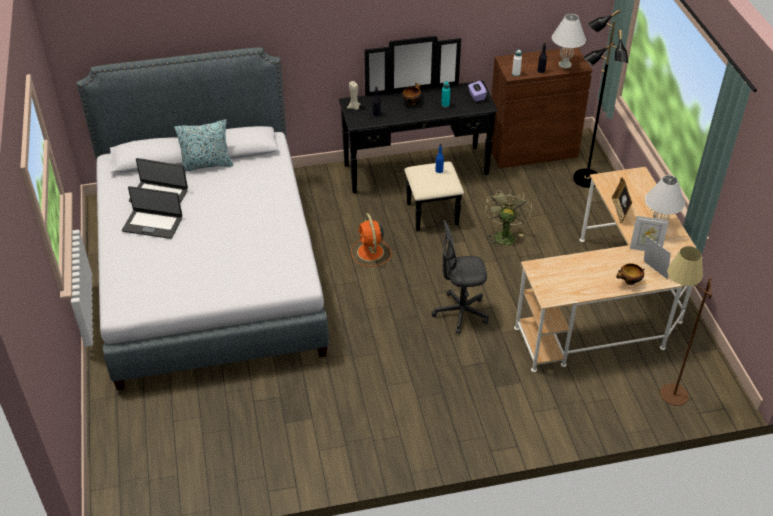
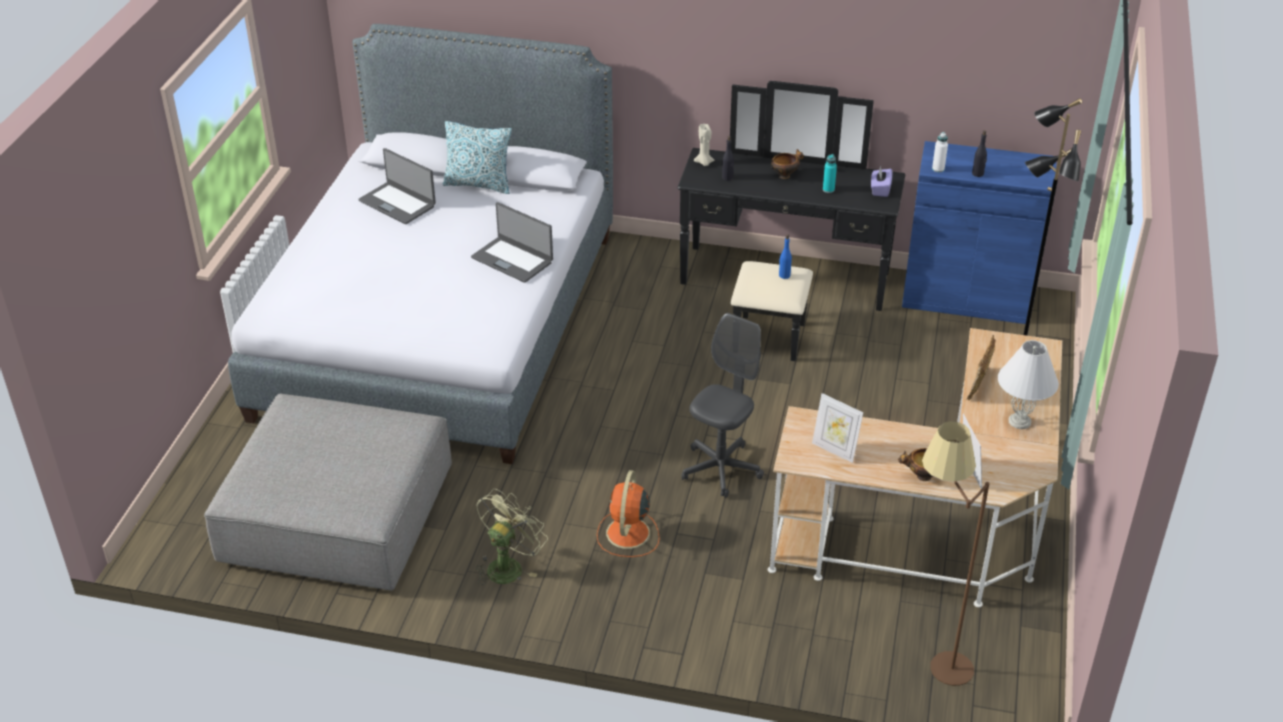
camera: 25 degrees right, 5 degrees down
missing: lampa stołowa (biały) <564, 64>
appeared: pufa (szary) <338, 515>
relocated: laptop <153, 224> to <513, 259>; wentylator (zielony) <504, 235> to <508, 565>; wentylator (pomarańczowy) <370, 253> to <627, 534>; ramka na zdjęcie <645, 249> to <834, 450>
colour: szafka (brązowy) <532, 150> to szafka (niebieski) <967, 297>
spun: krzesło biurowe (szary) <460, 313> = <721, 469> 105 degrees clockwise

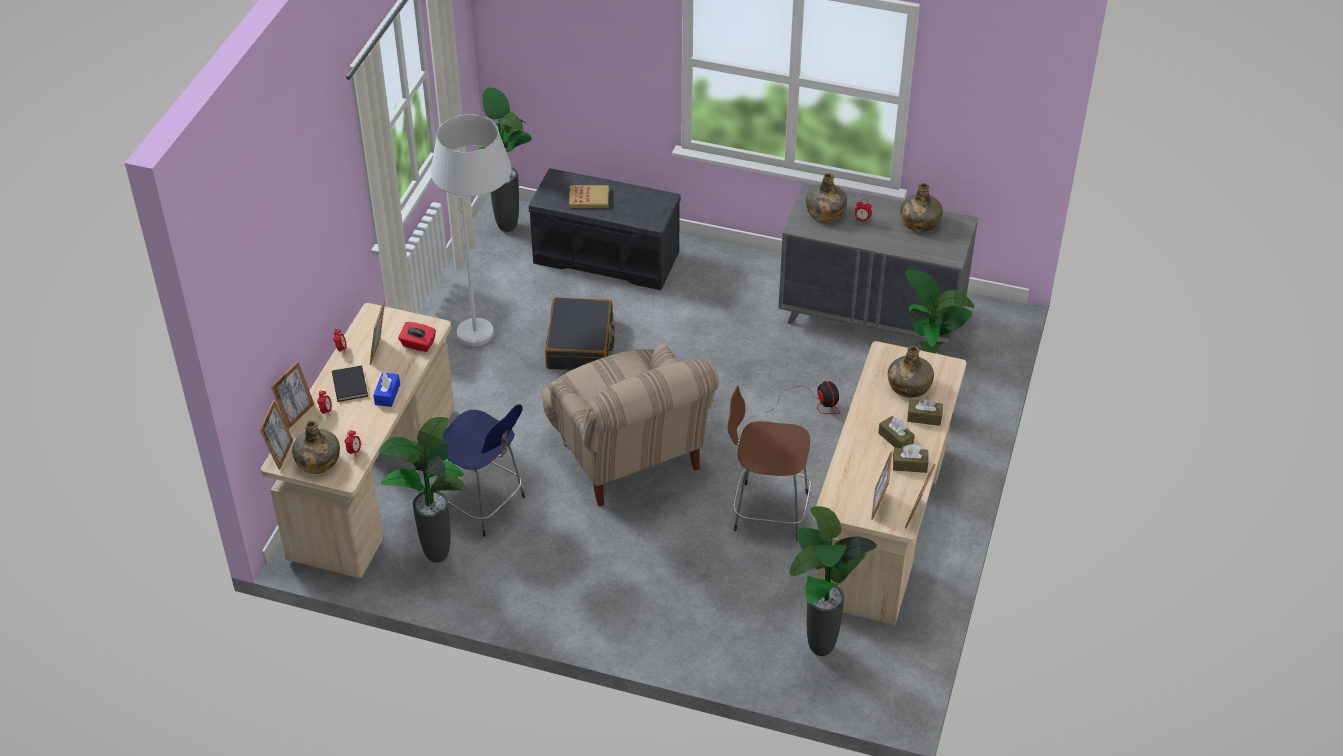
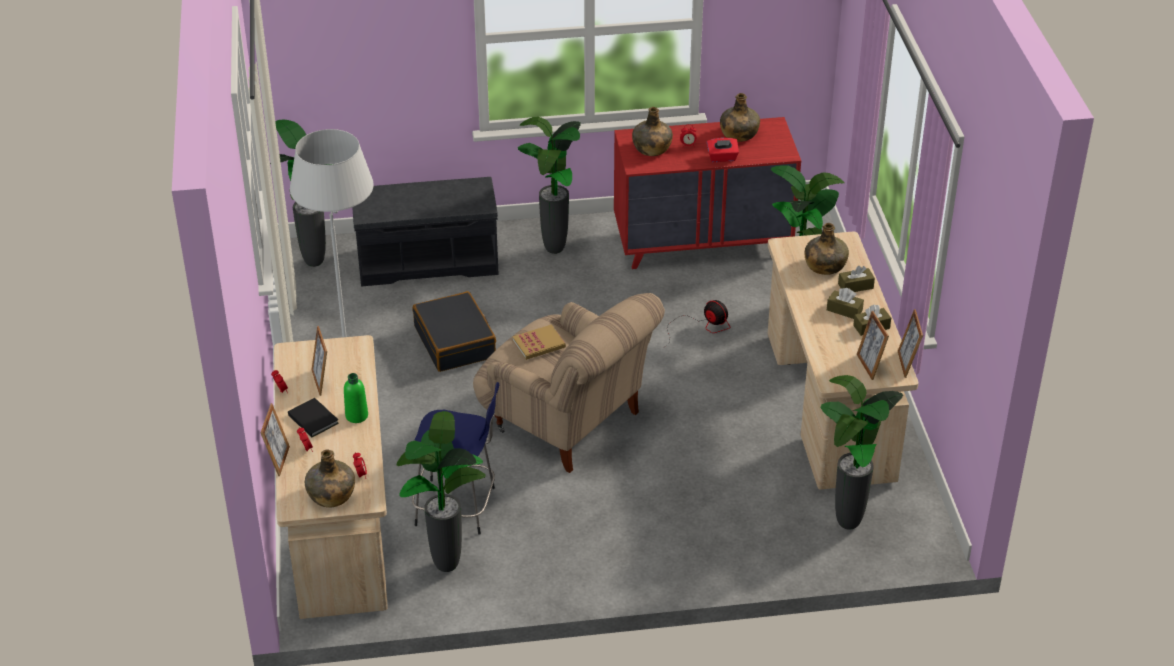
camera: 25 degrees left, 5 degrees down
missing: stołek (brązowy) <767, 511>; ramka na zdjęcie <280, 453>
appeared: roślina doniczkowa <555, 251>
relocated: książka <589, 198> to <539, 344>; pudełko chusteczek (czerwony) <418, 344> to <722, 158>
exchanged: pudełko chusteczek (niebieski) <387, 394> to butelka (zielony) <356, 416>
colour: komoda (szary) <872, 318> to komoda (czerwony) <703, 243>

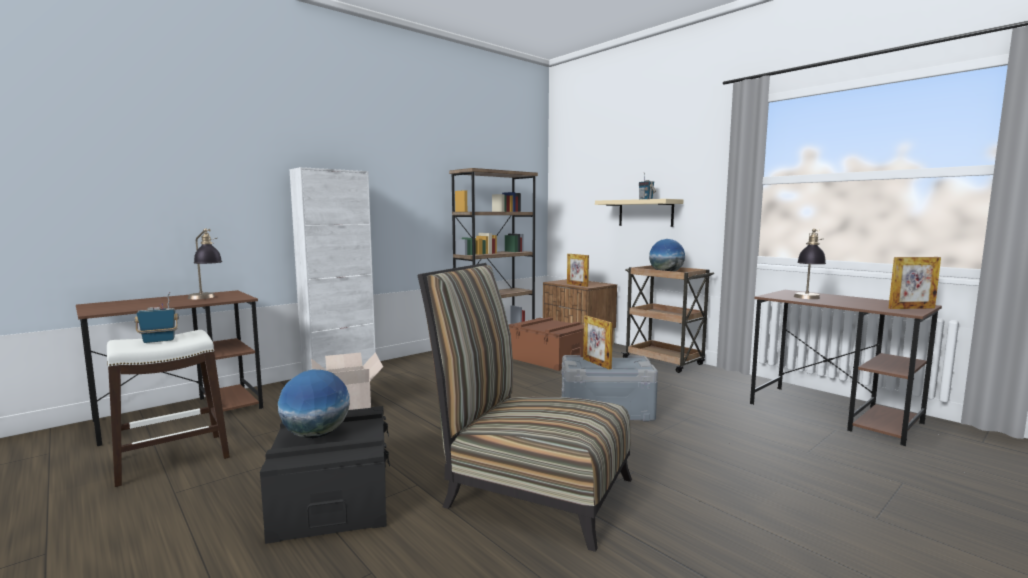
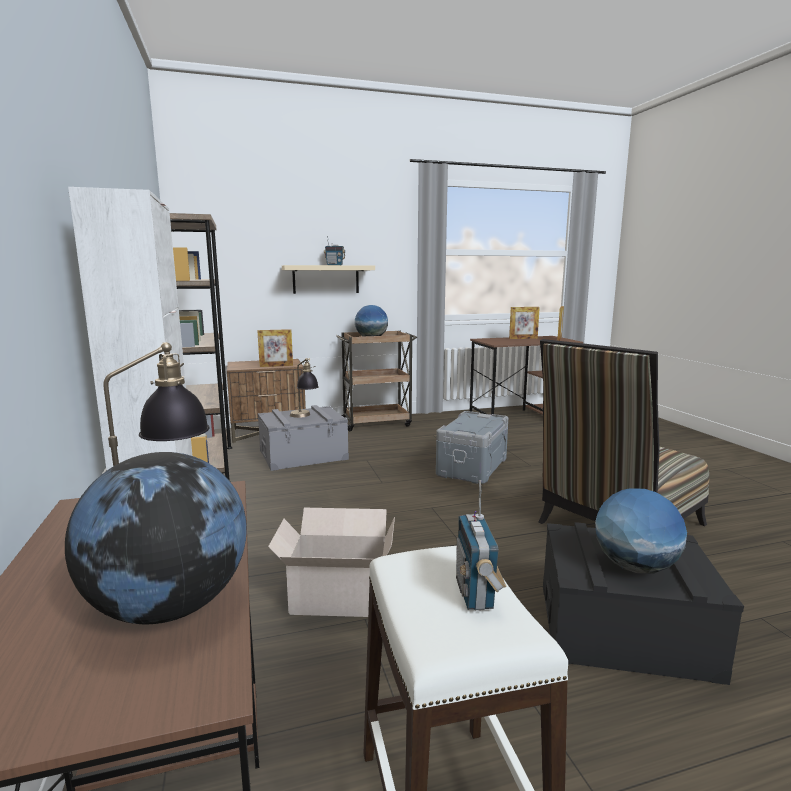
camera: 65 degrees left, 5 degrees up
appeared: globus <169, 607>
relocated: lampa stołowa <807, 298> to <304, 416>; ramka na zdjęcie <596, 363> to <523, 338>
colour: pojemnik do przechowywania (brązowy) <548, 358> to pojemnik do przechowywania (szary) <303, 455>

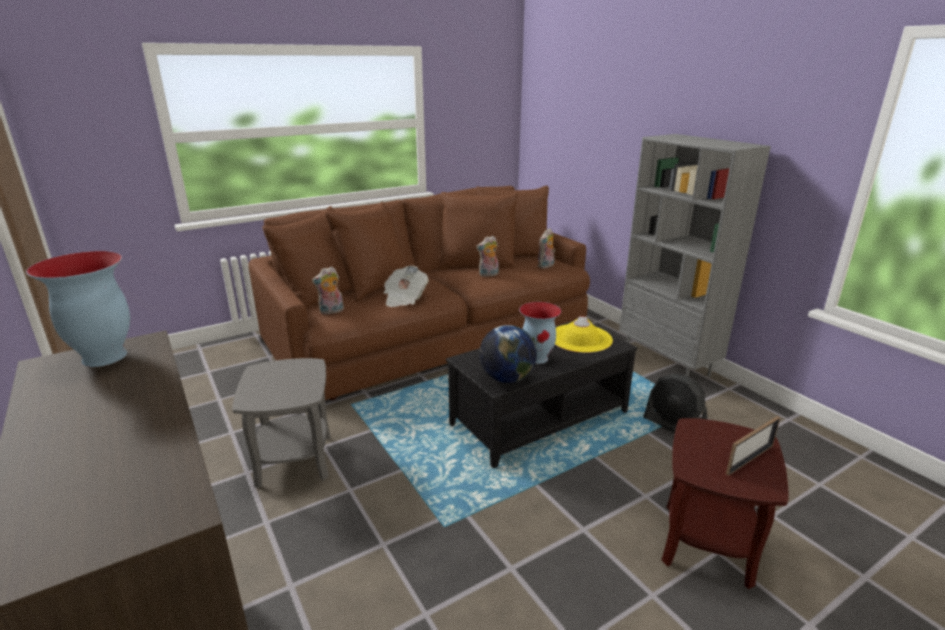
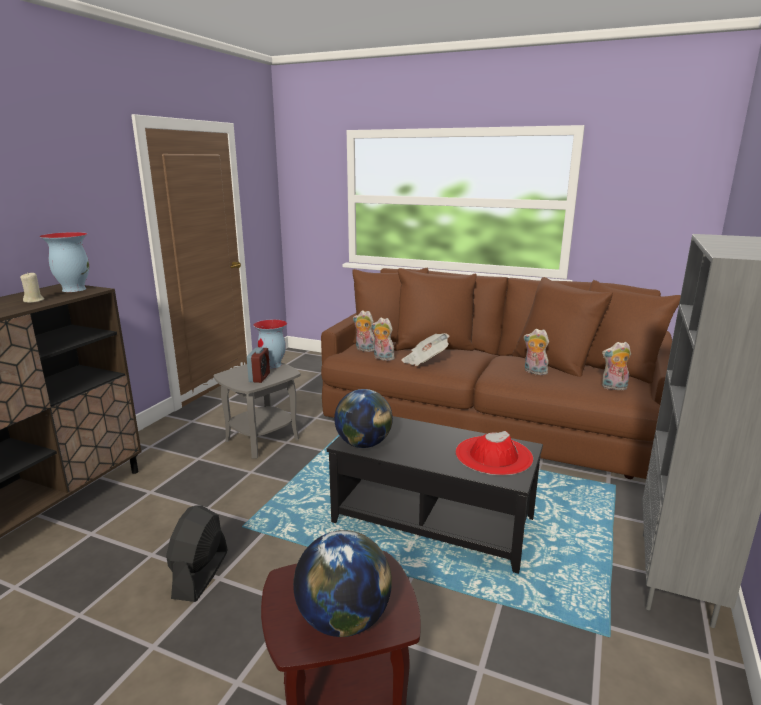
camera: 55 degrees right, 5 degrees down
appeared: świeca (beżowy) <34, 301>; pluszak <382, 358>; budzik <259, 377>
relocated: wazon <538, 358> to <273, 365>; wentylator (czarny) <674, 426> to <200, 574>
exchanged: ramka na zdjęcie <749, 459> to globus <344, 620>
colour: kapelusz (żółty) <580, 338> to kapelusz (czerwony) <493, 455>

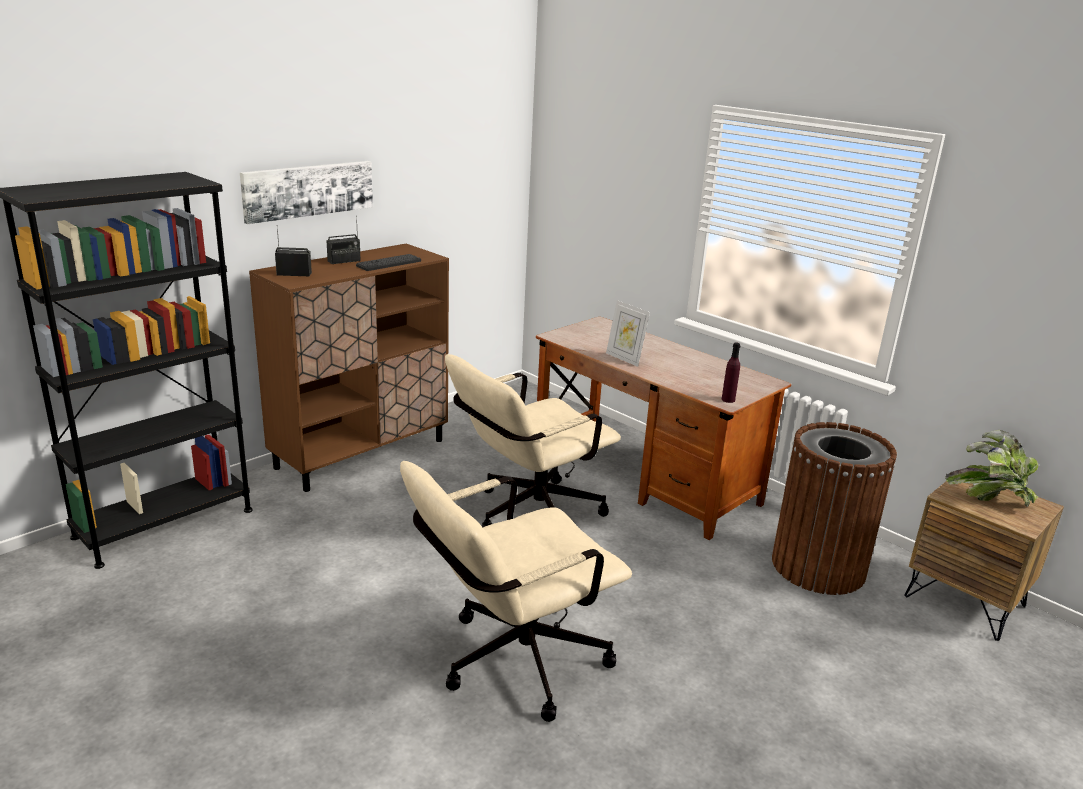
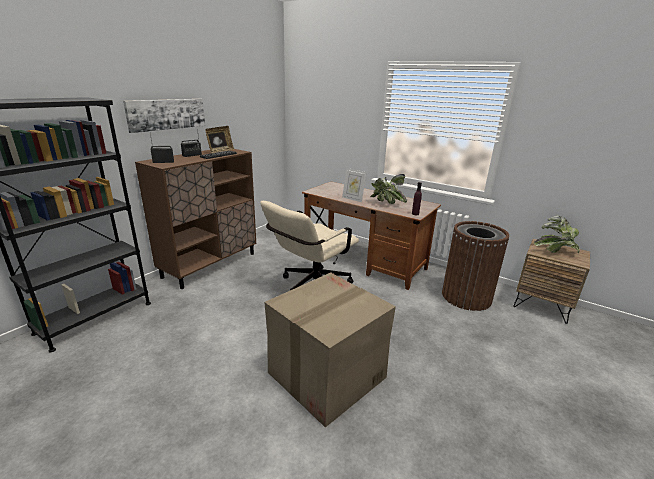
camera: 10 degrees left, 0 degrees up
appeared: ramka na zdjęcie <220, 151>; roślina doniczkowa <386, 204>
exchanged: krzesło biurowe (beżowy) <510, 663> to karton <326, 375>

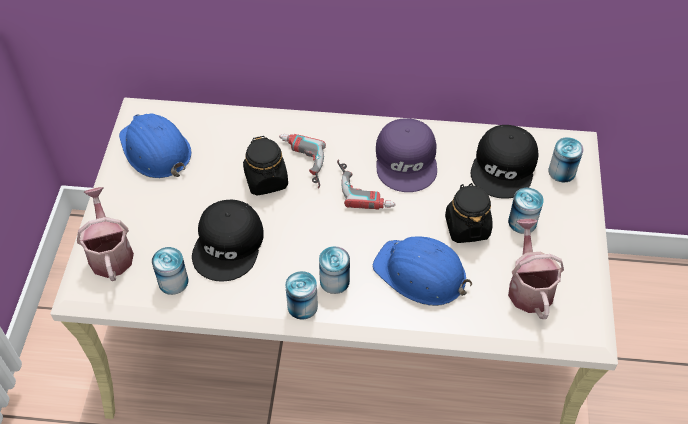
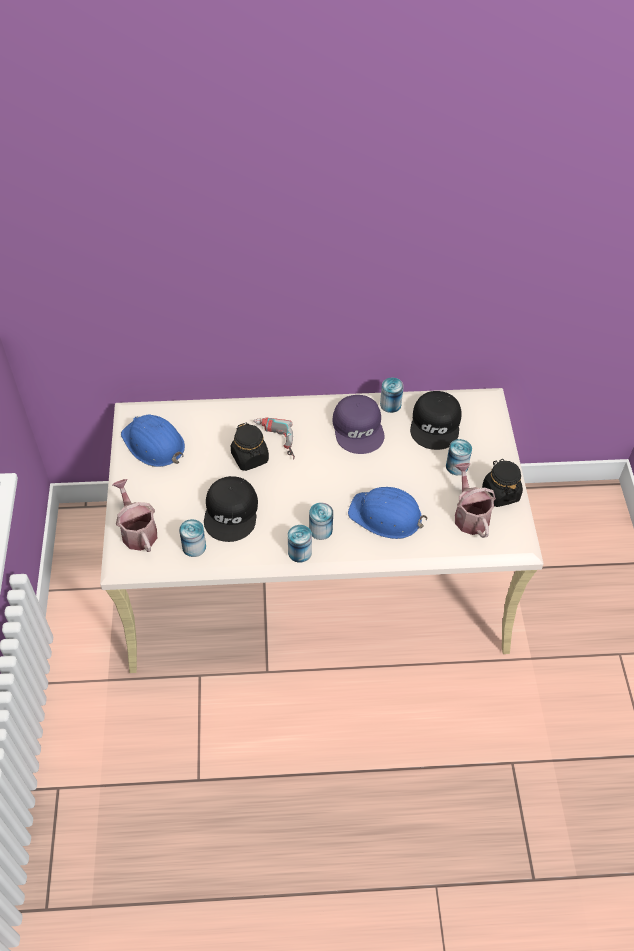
camera: 10 degrees left, 0 degrees up
missing: wiertarka <365, 187>
relocated: puszka <562, 171> to <390, 404>; słoik (czarny) <467, 227> to <500, 493>

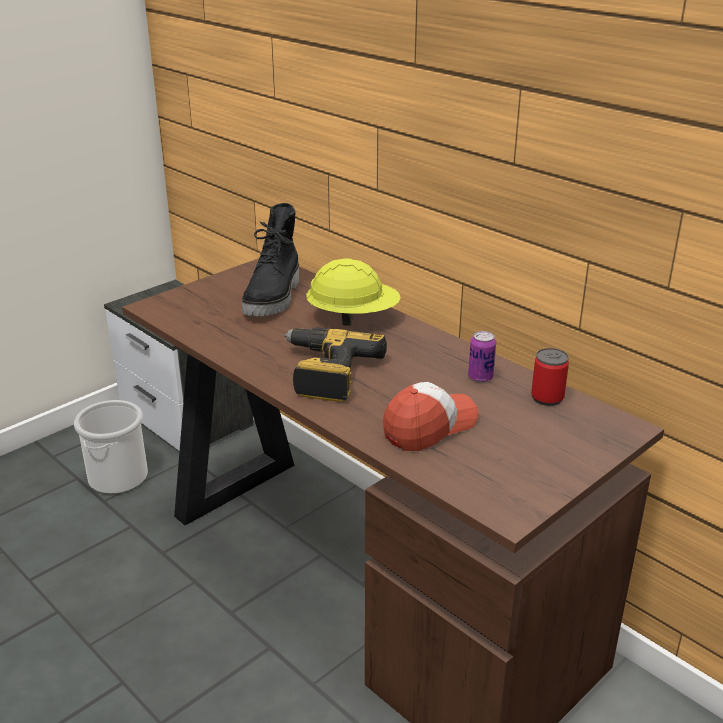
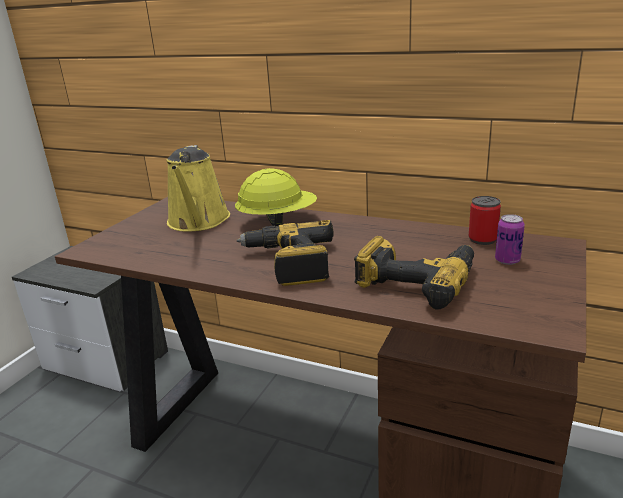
camera: 20 degrees left, 5 degrees down
missing: wiadro <118, 477>
relocated: puszka <480, 377> to <507, 260>
exchanged: but z cholewką (czarny) <274, 298> to konewka (żółty) <198, 222>; czapka z daszkiem <429, 427> to wiertarka <416, 281>

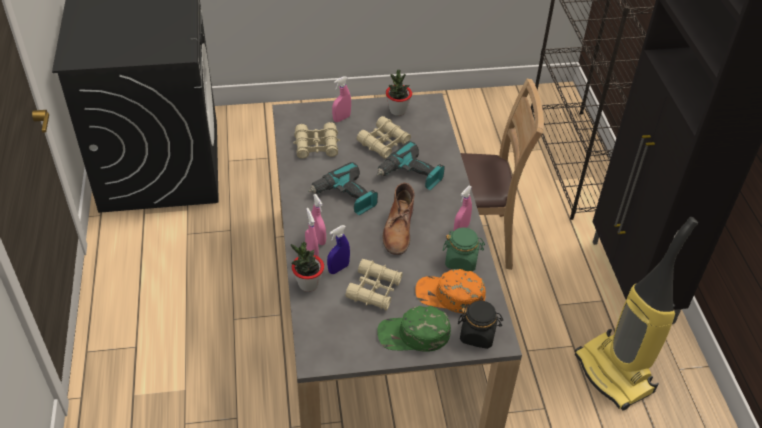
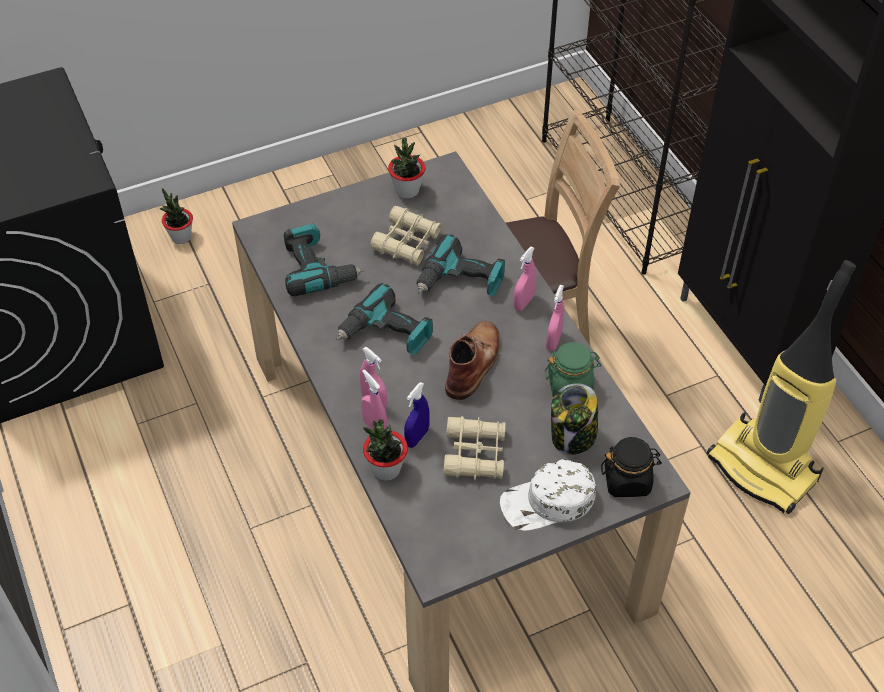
camera: 15 degrees left, 5 degrees up
appeared: roślina doniczkowa <181, 237>
relocated: spryskiwacz (różowy) <341, 118> to <523, 302>
exchanged: lornetka (beżowy) <316, 146> to wiertarka <318, 268>; czapka z daszkiem (pomarańczowy) <449, 295> to słoik <573, 436>
colour: czapka z daszkiem (zielony) <413, 335> to czapka z daszkiem (biały) <548, 502>
spun: but z cholewką (brązowy) <398, 229> = <474, 362> 150 degrees counterclockwise

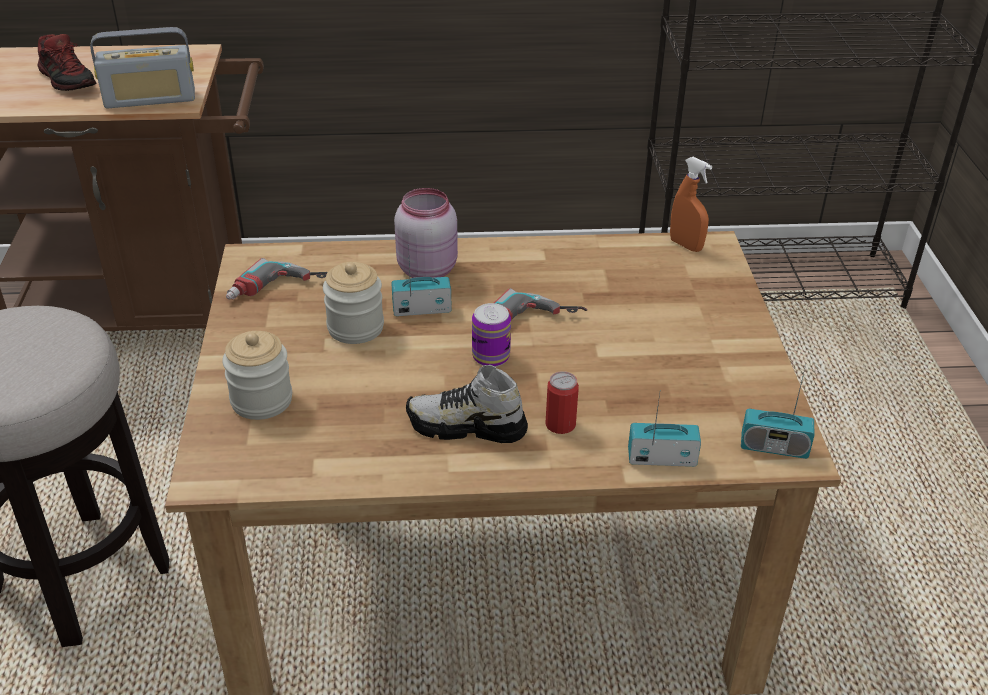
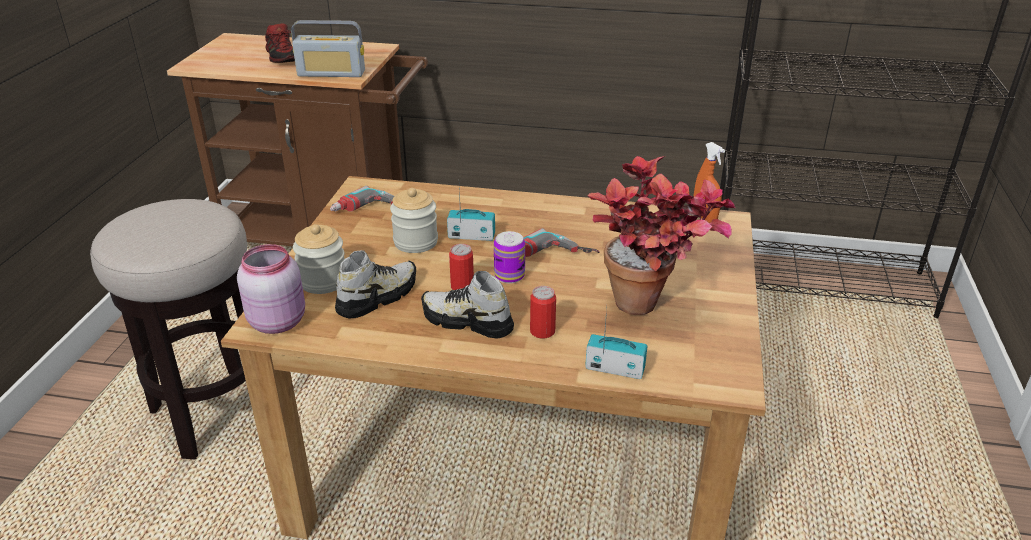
camera: 15 degrees right, 5 degrees down
missing: radio <774, 447>
appeared: roślina doniczkowa <650, 310>; puszka <462, 287>; but <377, 297>
relocated: słoik (różowy) <427, 268> to <278, 321>

